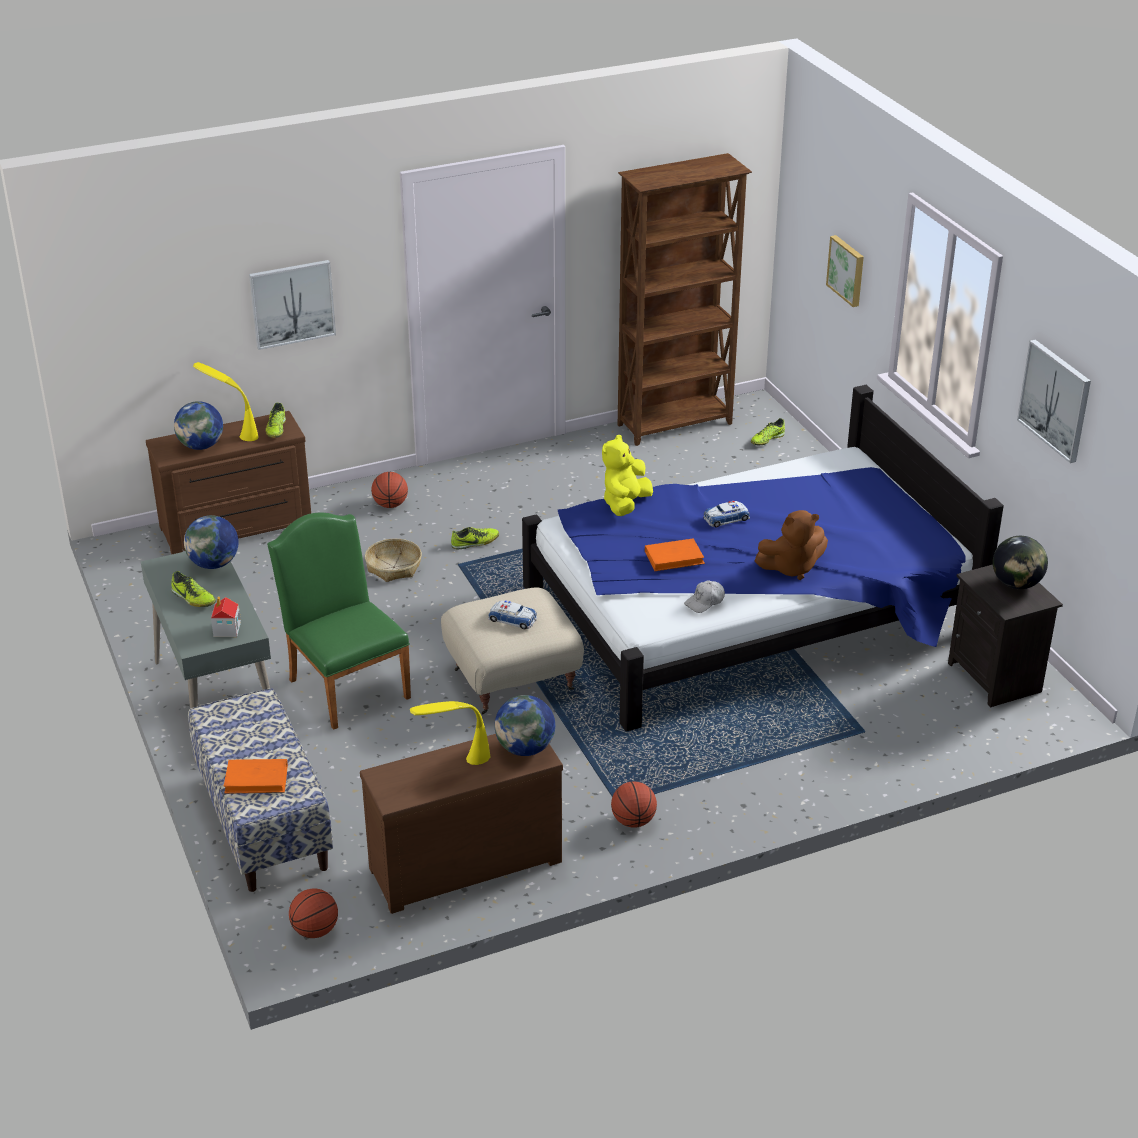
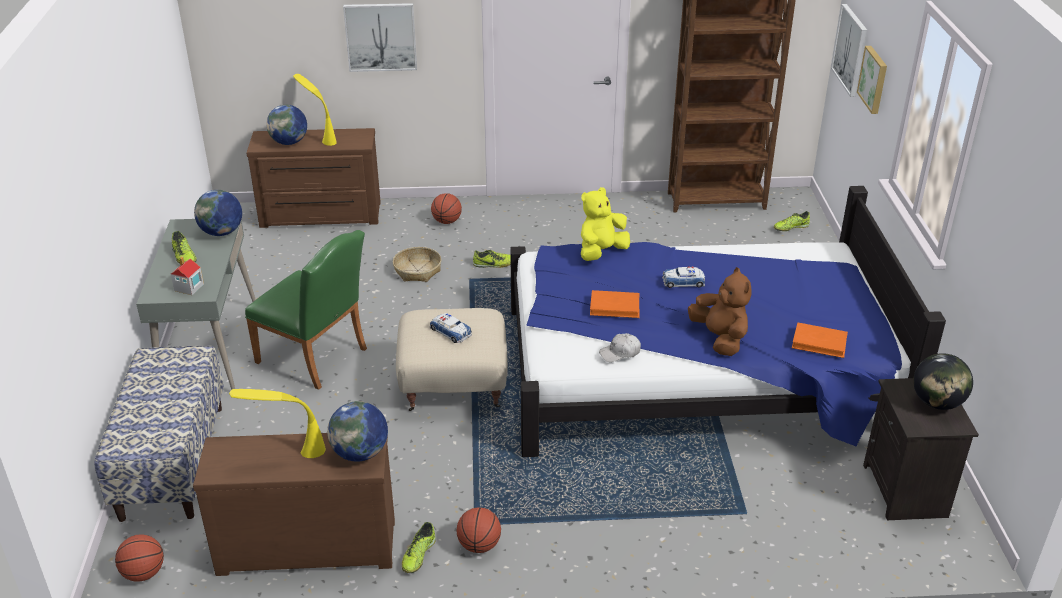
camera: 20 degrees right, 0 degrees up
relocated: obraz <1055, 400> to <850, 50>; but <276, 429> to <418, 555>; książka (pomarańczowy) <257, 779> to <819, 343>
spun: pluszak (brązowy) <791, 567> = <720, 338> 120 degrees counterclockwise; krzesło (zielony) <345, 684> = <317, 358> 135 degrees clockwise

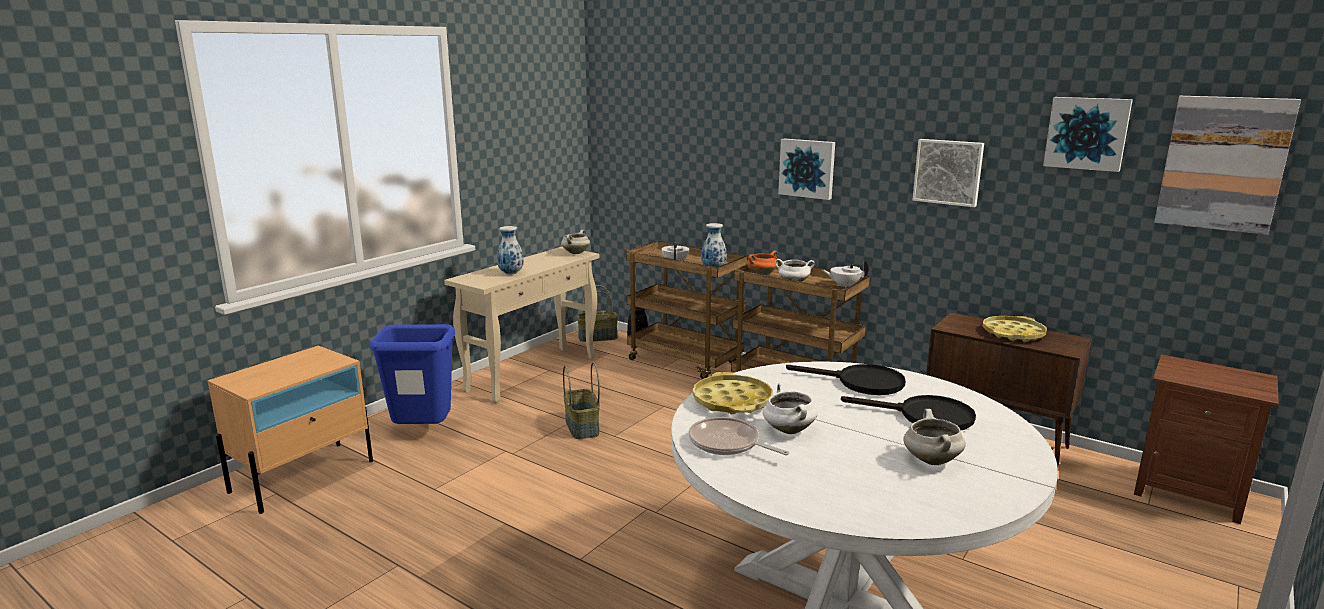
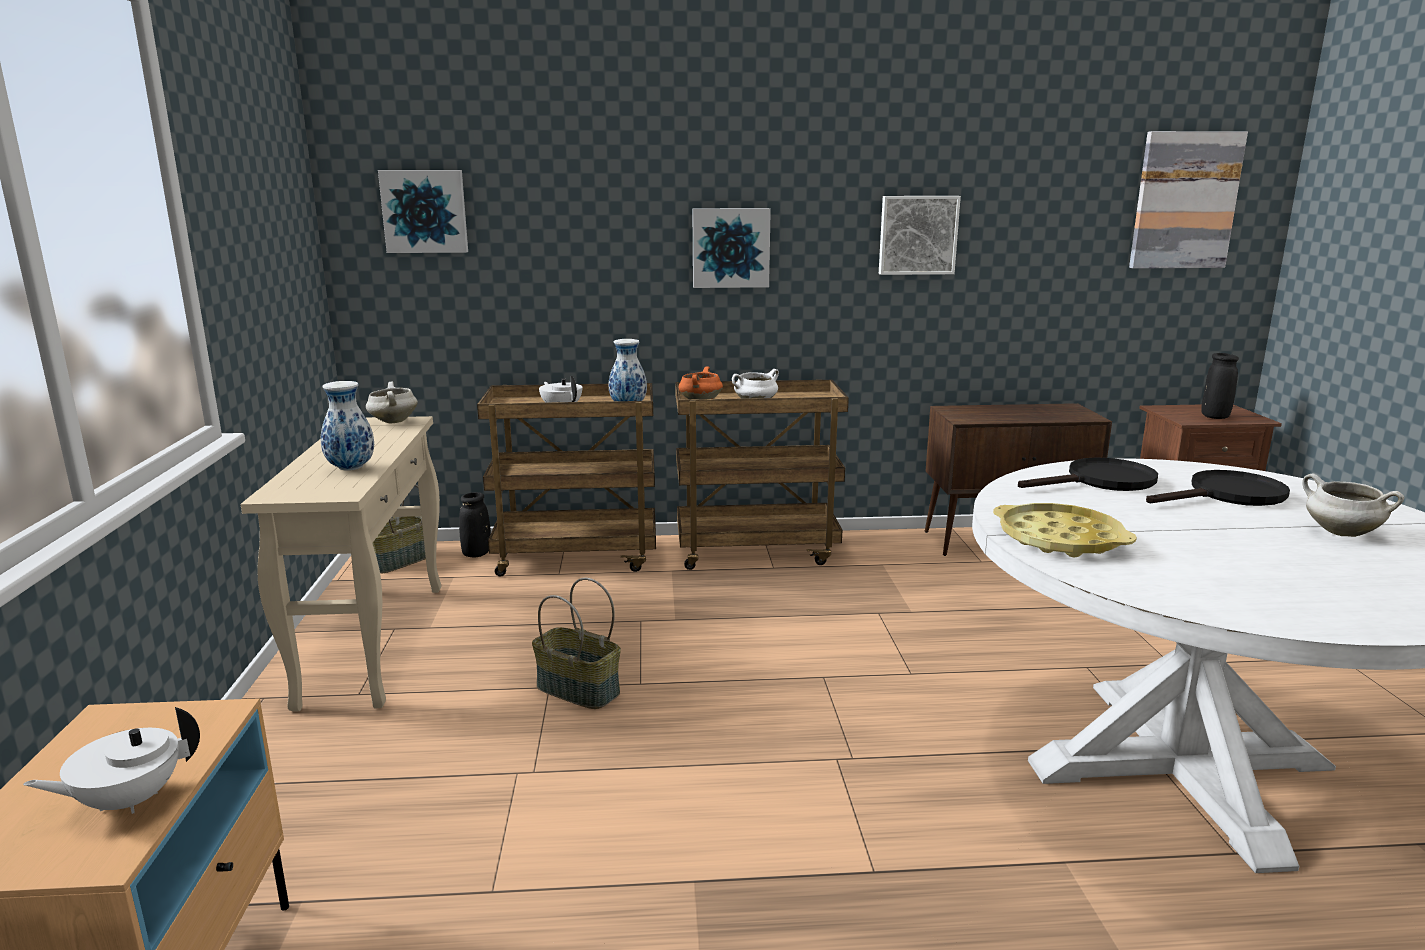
camera: 40 degrees left, 0 degrees up
missing: taca (żółty) <1013, 333>; kosz na śmieci (niebieski) <424, 433>; garnek (biały) <787, 430>; patelnia <727, 443>
appeared: wazon (czarny) <1215, 417>
relocated: obraz <1087, 133> to <425, 211>; imbryk (biały) <844, 286> to <128, 801>

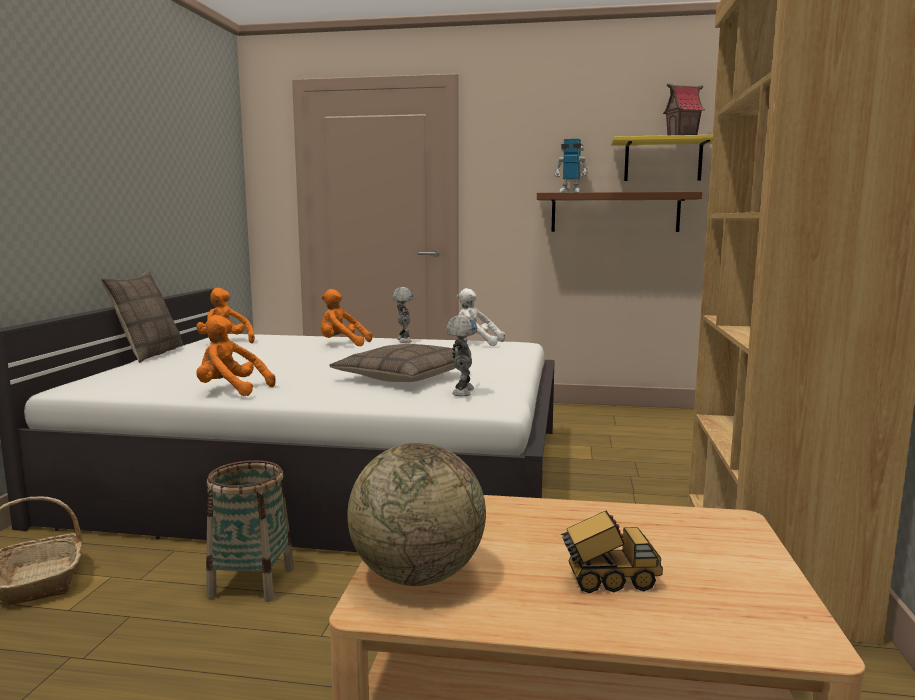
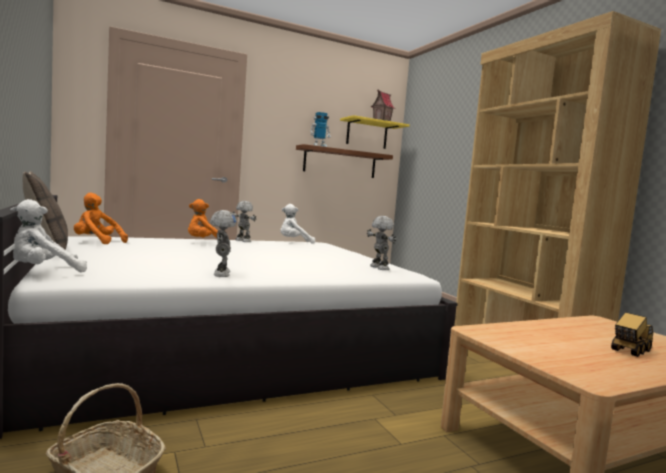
camera: 35 degrees left, 5 degrees down
missing: poduszka <401, 376>; globus <417, 575>; koszyk <251, 582>
appeared: pluszak (biały) <43, 272>
exchanged: pluszak (pomarańczowy) <231, 390> to robot zabawkowy <220, 274>

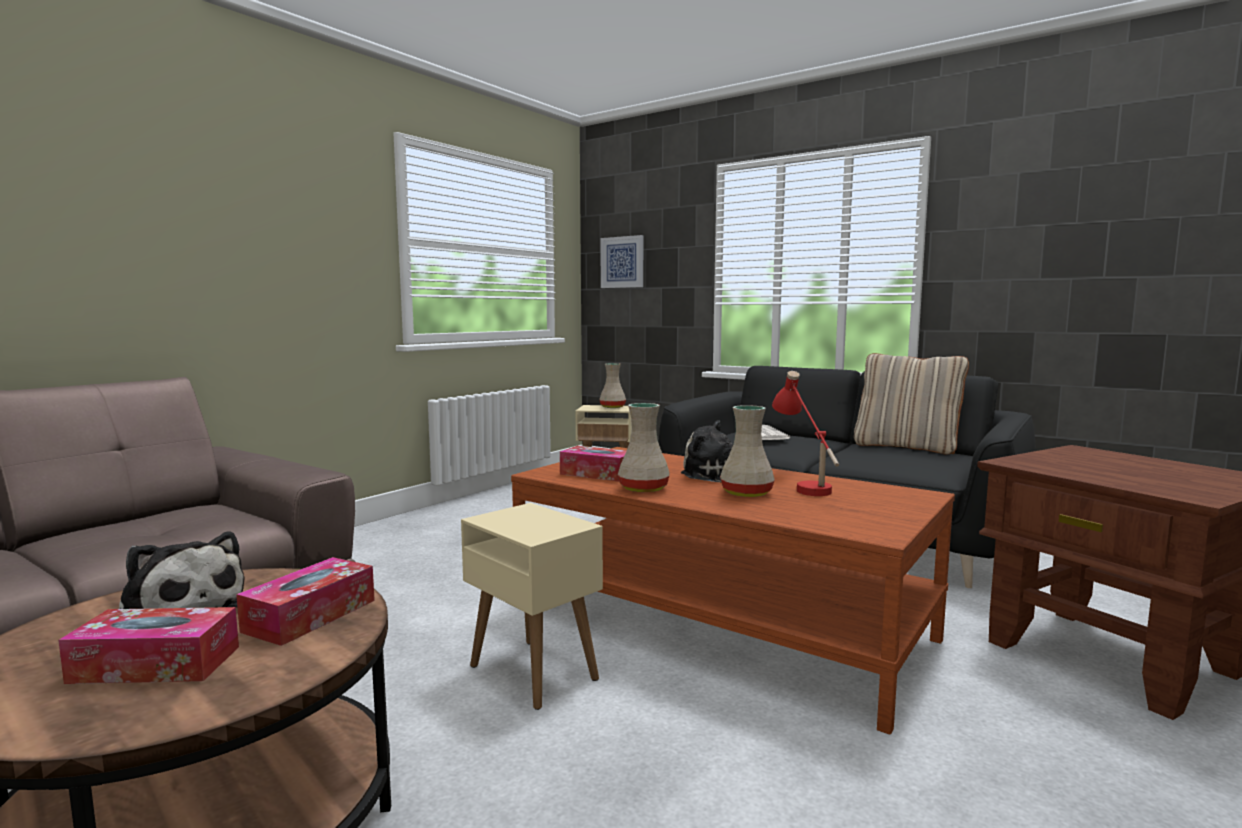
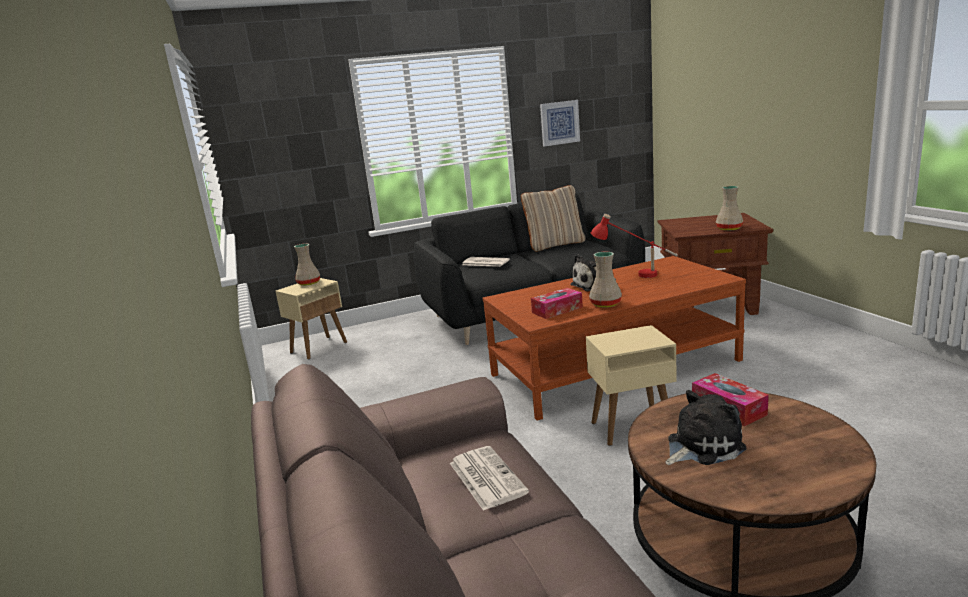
camera: 55 degrees left, 10 degrees up
missing: pudełko chusteczek <155, 664>
appeared: gazeta <486, 477>
relocated: obraz <622, 262> to <559, 123>; wazon (beżowy) <746, 493> to <729, 229>

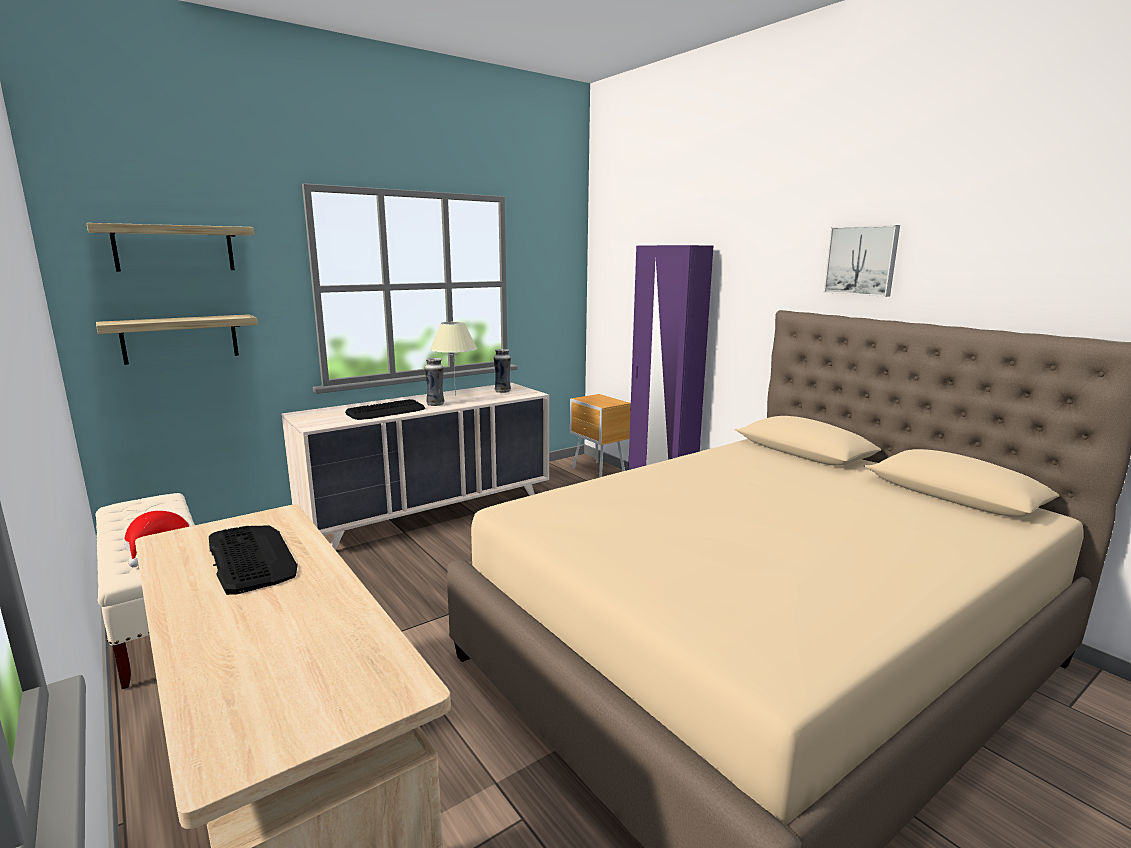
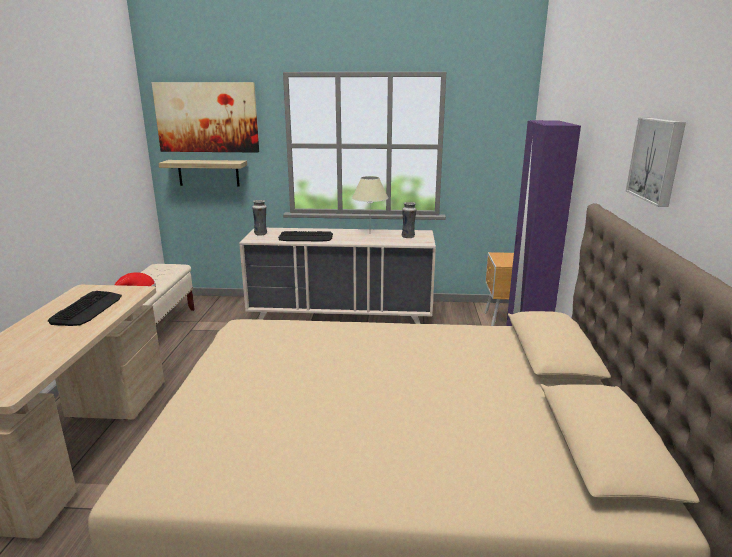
camera: 40 degrees right, 5 degrees up
relocated: wazon <435, 404> to <261, 234>
exchanged: półka <174, 248> to obraz <207, 117>

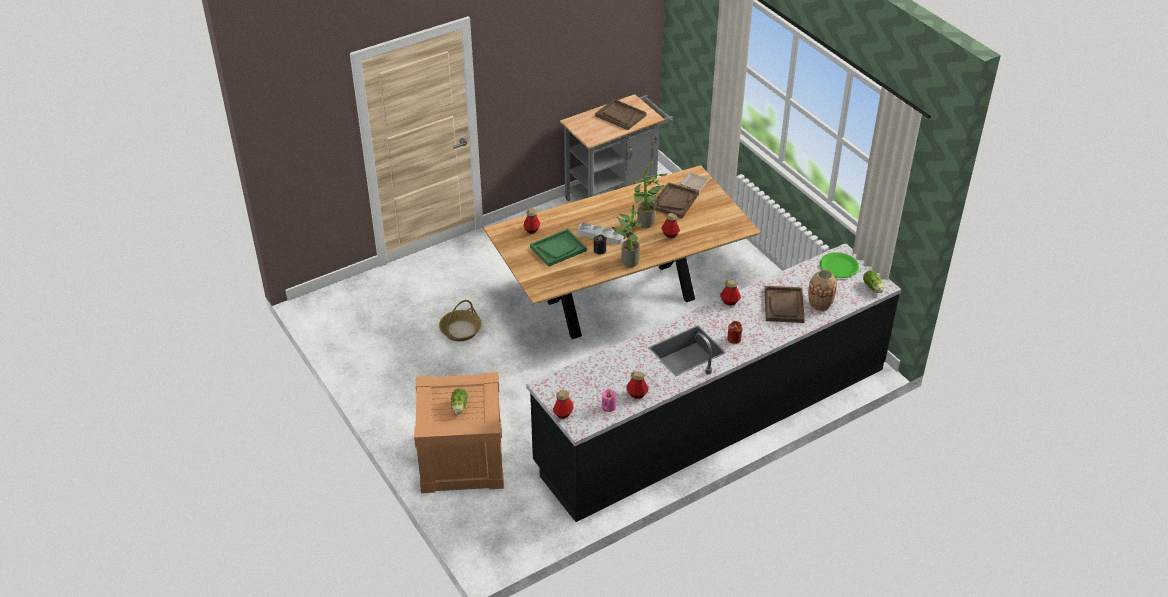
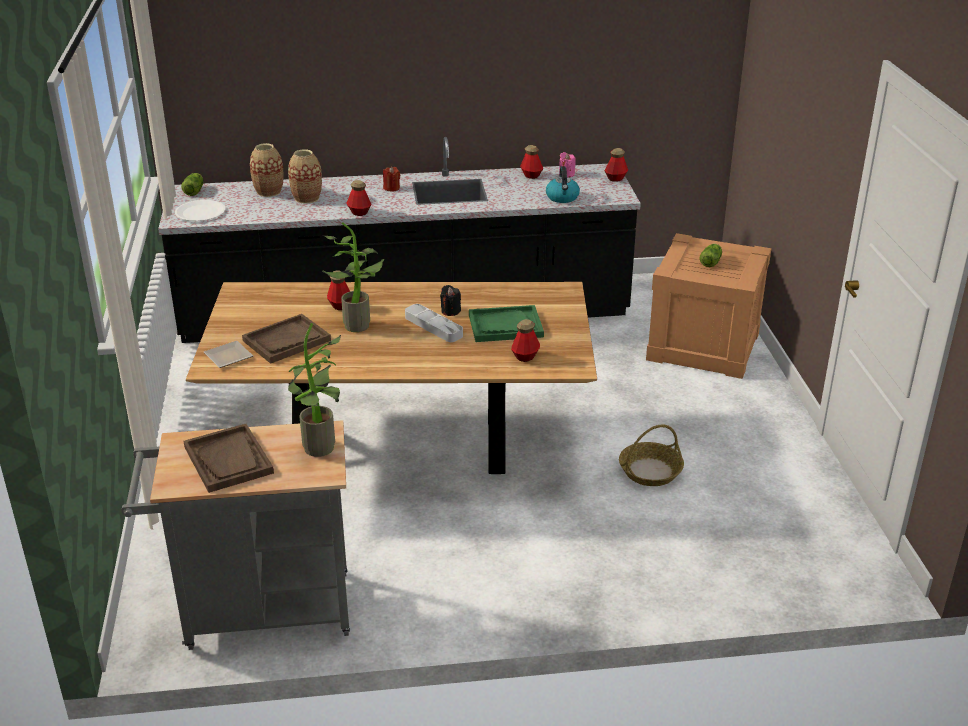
camera: 155 degrees left, 10 degrees down
appeared: czajnik <562, 198>
relocated: roślina doniczkowa <627, 261> to <322, 450>
exchanged: taca (brązowy) <784, 306> to wazon <307, 198>
colour: talerz (zielony) <839, 266> to talerz (biały) <200, 212>

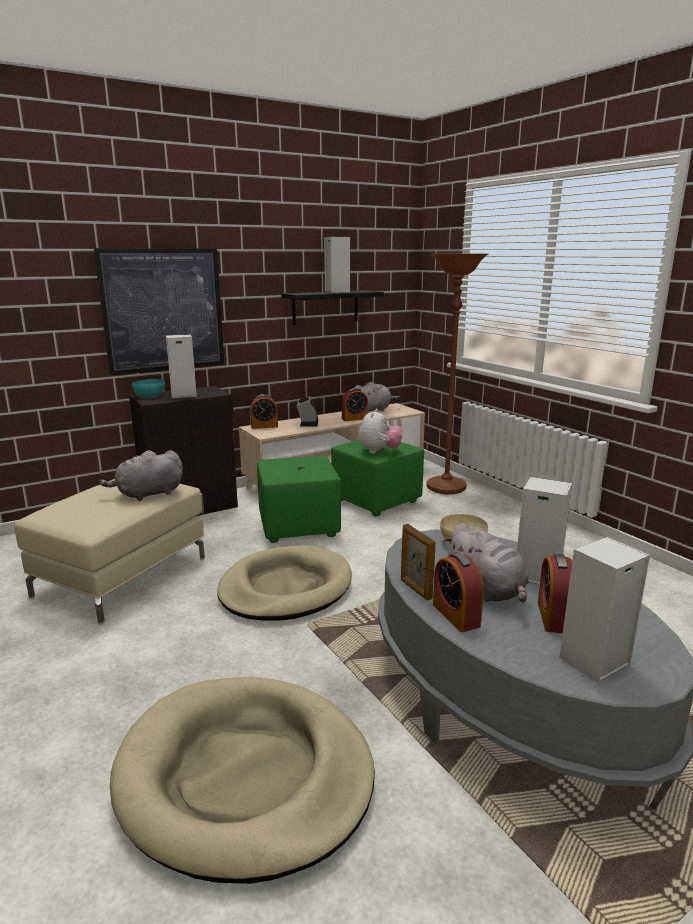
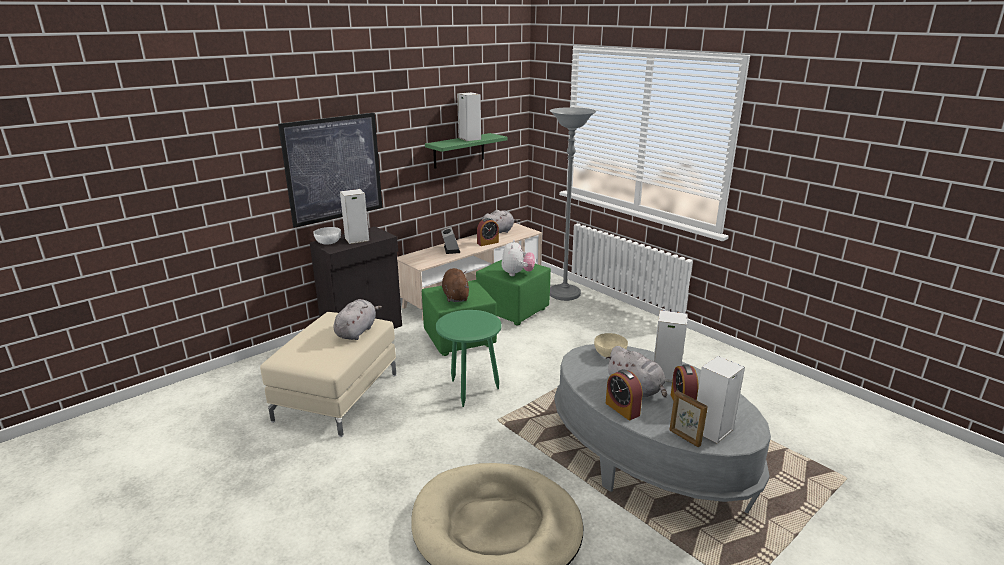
camera: 10 degrees left, 5 degrees up
missing: budzik <264, 426>
appeared: pluszak (brązowy) <455, 296>
relocated: ramka na zdjęcie <415, 589> to <684, 438>
exchanged: legowisko (beżowy) <285, 588> to stolik (zielony) <470, 393>
colour: lampa stojąca (brązowy) <446, 488> to lampa stojąca (szary) <564, 294>; półka (czarny) <325, 307> to półka (zielony) <459, 150>; miska (turkusowy) <149, 396> to miska (biały) <328, 242>
spun: pluszak (szary) <147, 494> = <357, 331> 150 degrees clockwise

